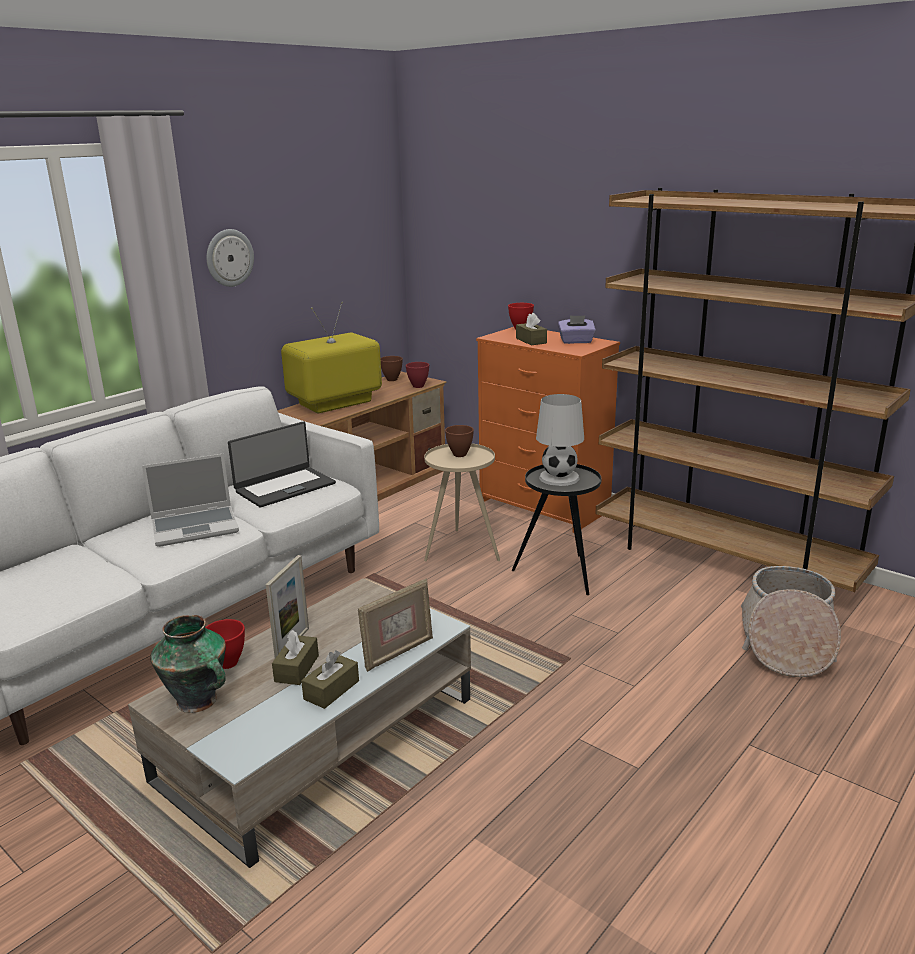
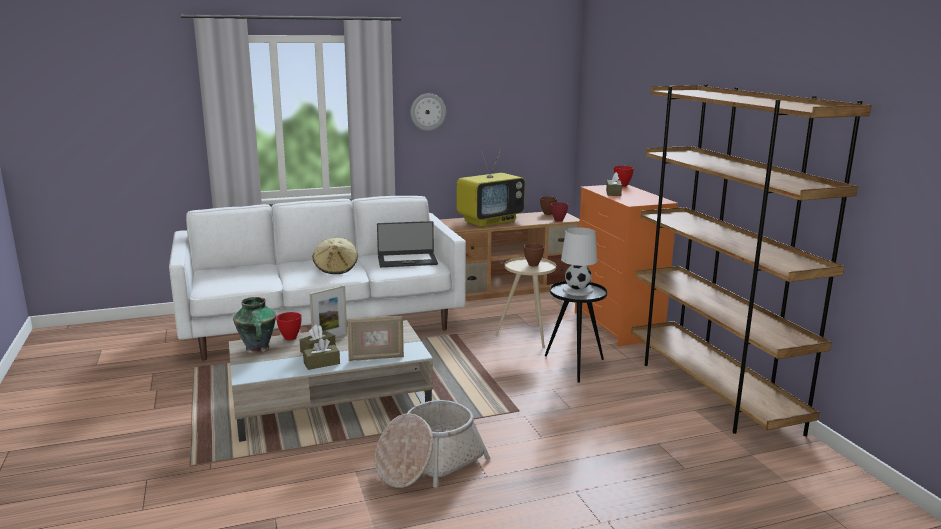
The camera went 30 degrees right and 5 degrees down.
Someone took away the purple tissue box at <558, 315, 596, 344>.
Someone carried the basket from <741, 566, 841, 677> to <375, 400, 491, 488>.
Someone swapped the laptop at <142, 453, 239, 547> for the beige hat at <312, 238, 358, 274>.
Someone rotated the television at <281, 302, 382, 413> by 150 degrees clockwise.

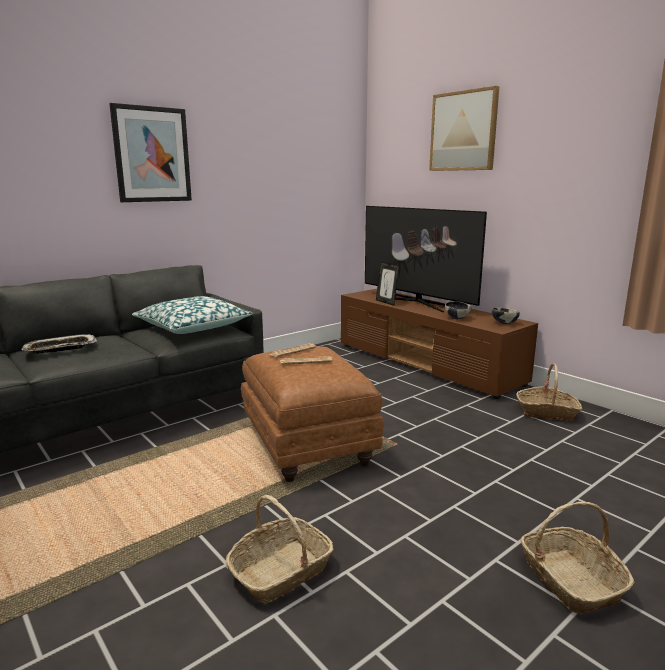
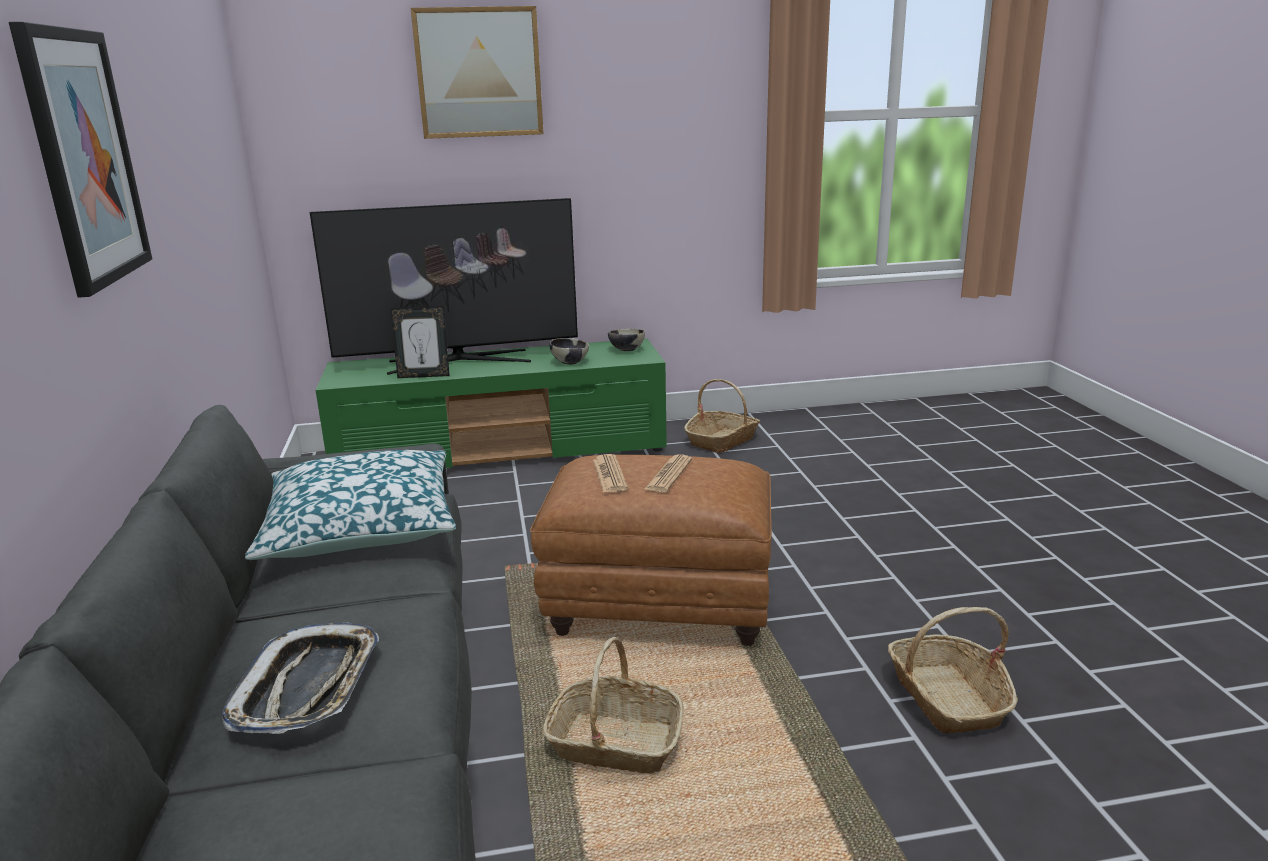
The camera went 60 degrees left and 5 degrees up.
Someone carried the basket from <520, 502, 635, 614> to <543, 637, 684, 774>.
Someone repainted the brown tv stand at <341, 289, 538, 399>, which became the green tv stand at <316, 339, 667, 468>.

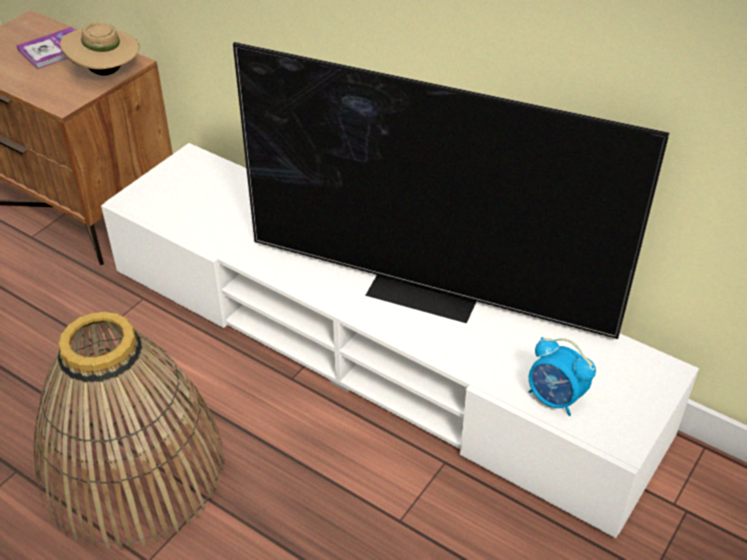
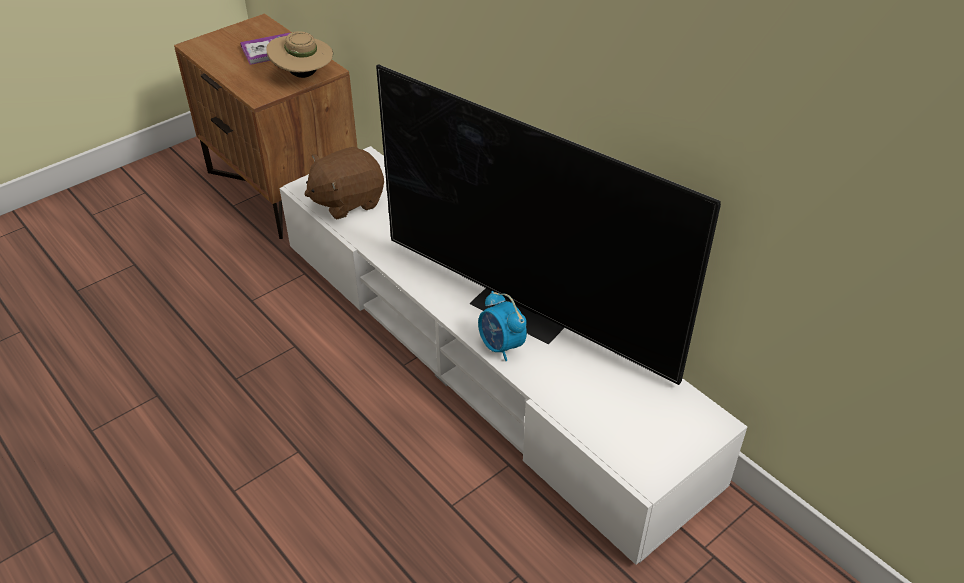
The camera went 15 degrees right and 0 degrees up.
Someone took away the basket at <34, 312, 225, 550>.
Someone put down the brown plush toy at <304, 147, 384, 219>.
Someone carried the alarm clock from <528, 337, 596, 416> to <478, 291, 527, 361>.

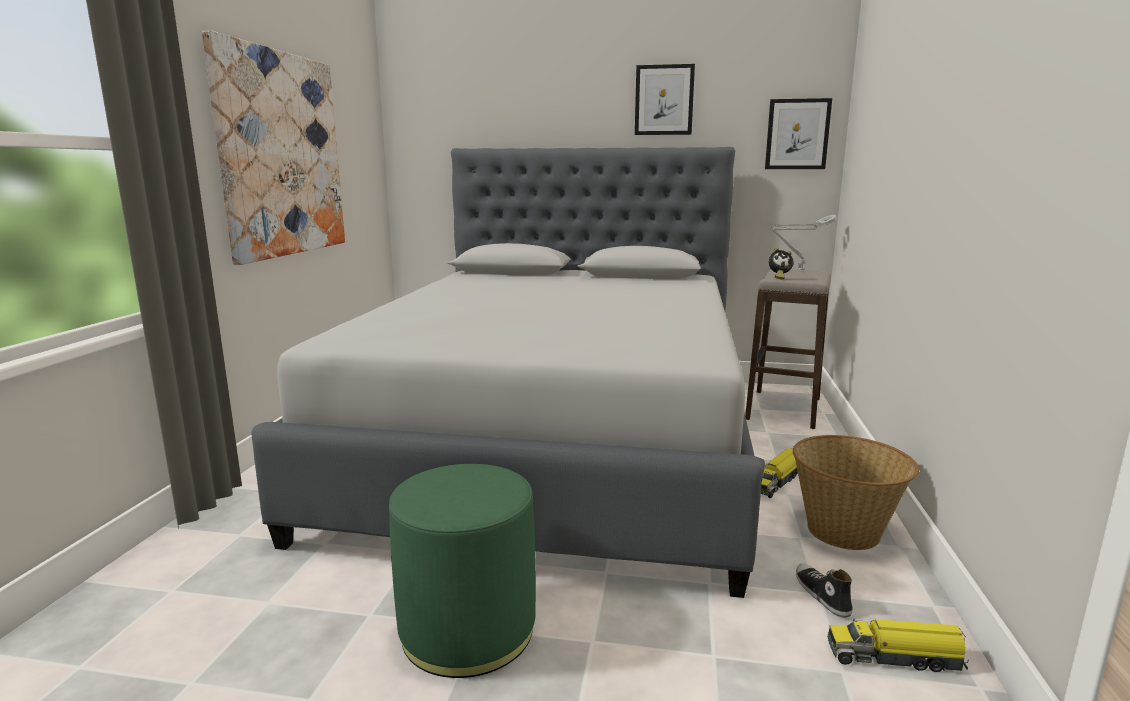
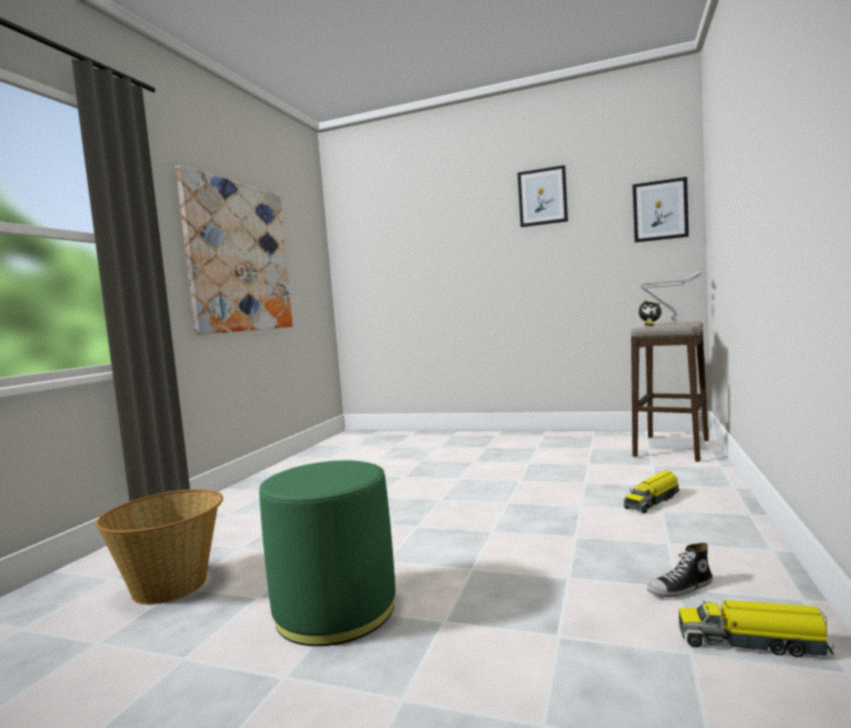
The camera went 10 degrees right and 10 degrees down.
Someone took away the grey bed at <251, 147, 765, 598>.
Someone carried the basket from <793, 435, 919, 550> to <95, 489, 223, 605>.
Someone rotated the shoe at <796, 563, 853, 618> by 105 degrees counterclockwise.

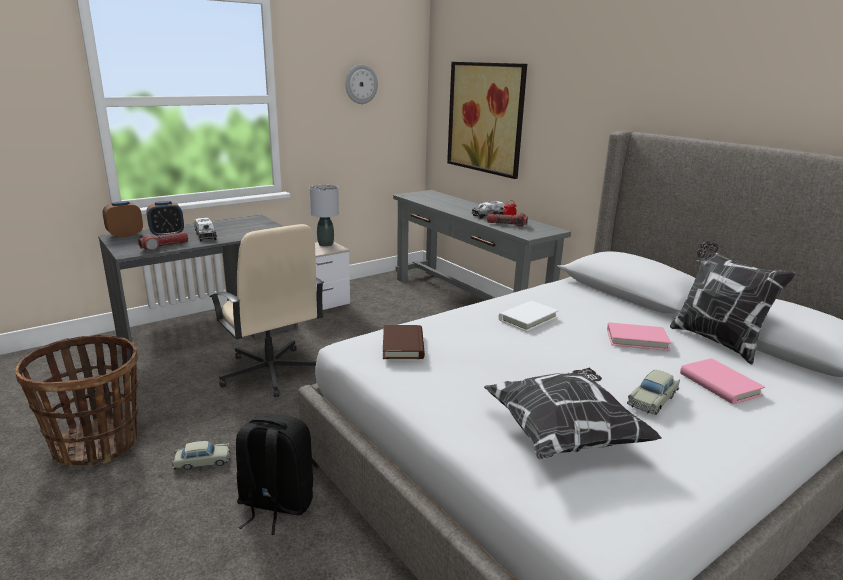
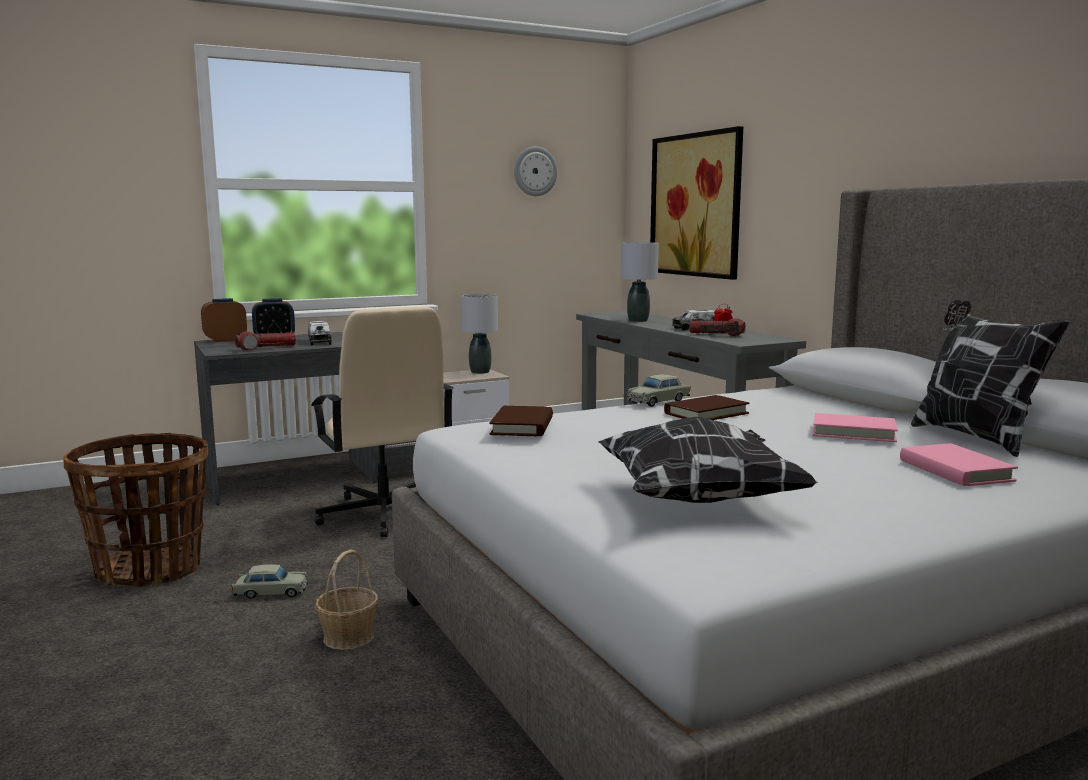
The camera went 10 degrees right and 10 degrees down.
Someone put down the grey table lamp at <620, 242, 659, 322>.
Someone carried the beige toy car from <627, 370, 680, 415> to <626, 374, 691, 407>.
Someone swapped the black backpack at <236, 413, 314, 535> for the basket at <315, 549, 378, 650>.
Someone repainted the white book at <498, 301, 558, 332>, which became the brown book at <664, 395, 750, 420>.

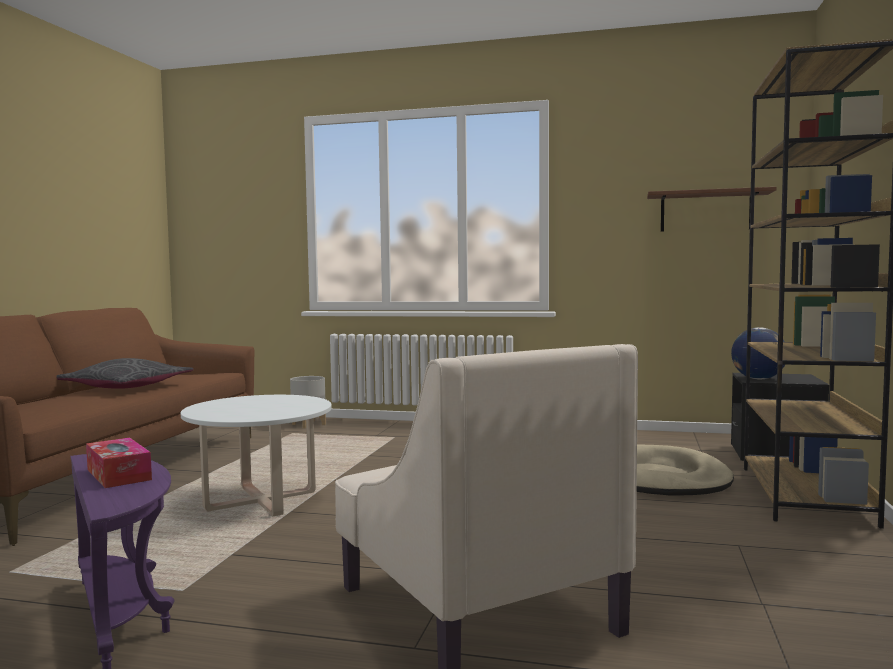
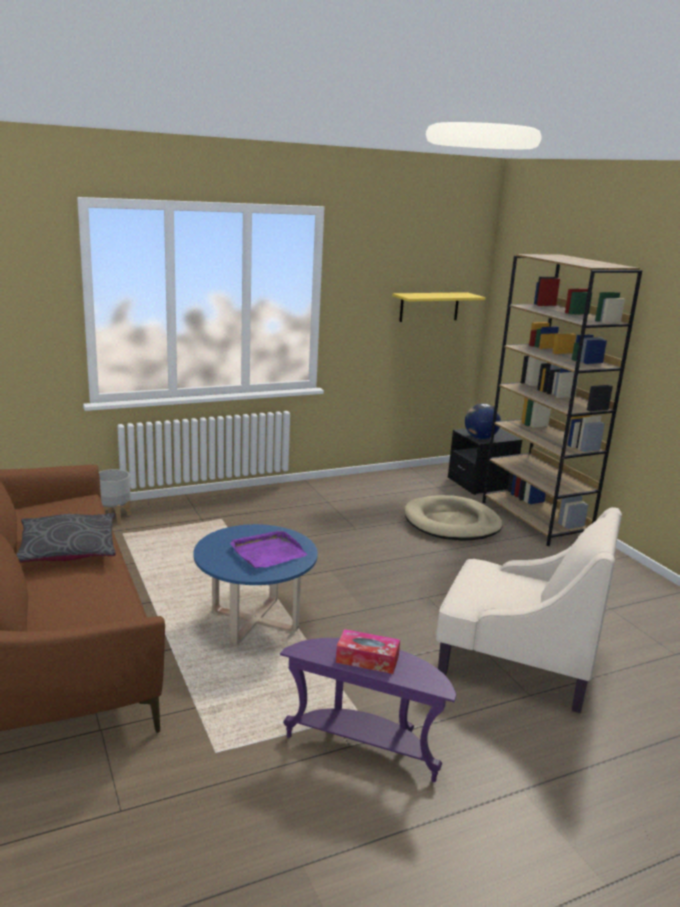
The camera went 40 degrees left and 15 degrees up.
Someone put down the purple tray at <230, 530, 308, 569>.
Someone repainted the white coffee table at <181, 395, 332, 516>, which became the blue coffee table at <193, 524, 318, 645>.
Someone repainted the brown shelf at <647, 187, 777, 232>, which became the yellow shelf at <392, 292, 486, 322>.

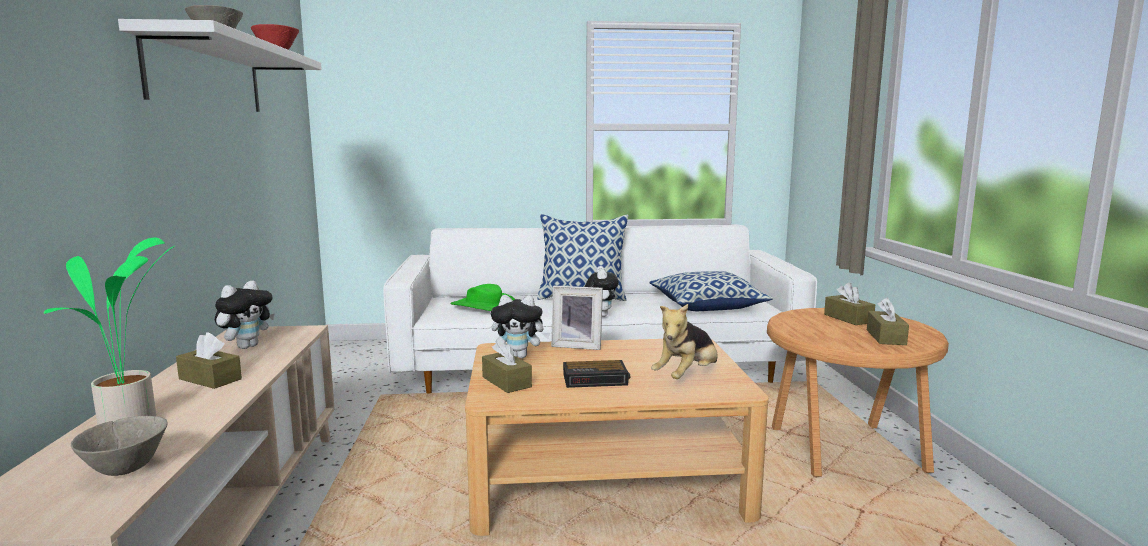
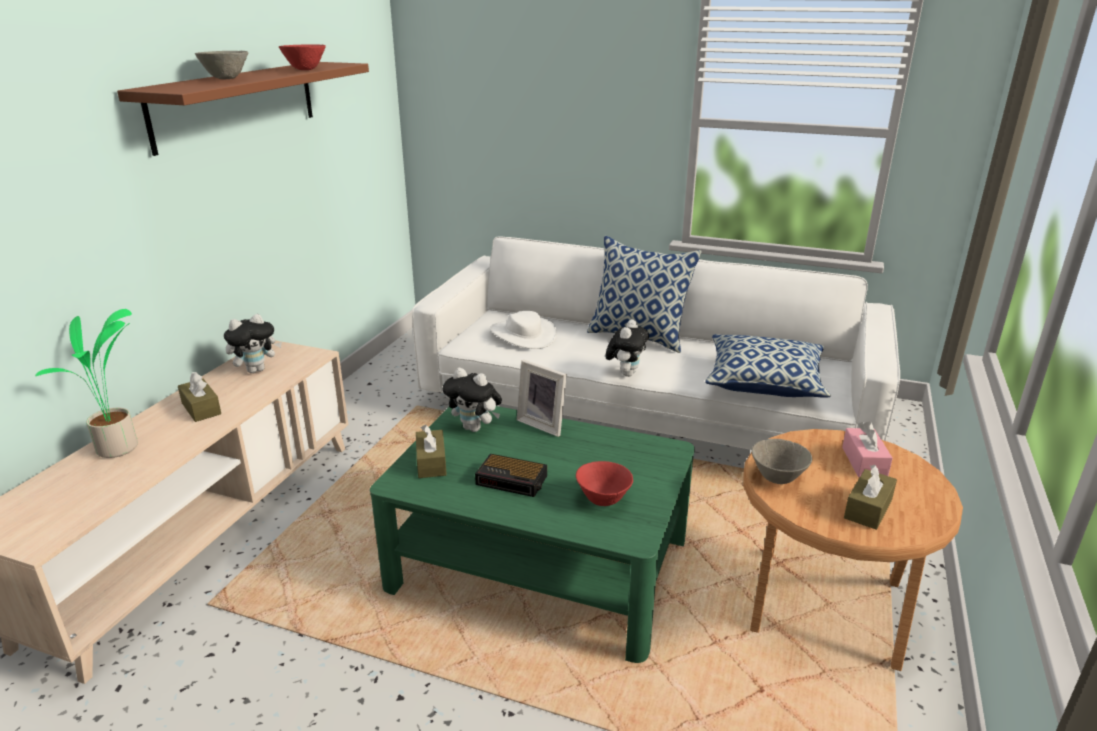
The camera went 25 degrees right and 15 degrees up.
Someone carried the grey bowl from <71, 416, 168, 476> to <751, 439, 812, 484>.
Someone swapped the plush toy at <651, 304, 718, 379> for the red bowl at <576, 461, 633, 506>.
Someone repainted the white shelf at <118, 19, 322, 112>, which became the brown shelf at <117, 62, 369, 156>.
Someone repainted the green hat at <450, 284, 515, 311>, which became the white hat at <490, 311, 557, 349>.
Someone repainted the beige coffee table at <465, 339, 769, 536>, which became the green coffee table at <370, 406, 695, 663>.
Someone repainted the brown tissue box at <824, 283, 875, 325>, which became the pink tissue box at <842, 421, 893, 477>.

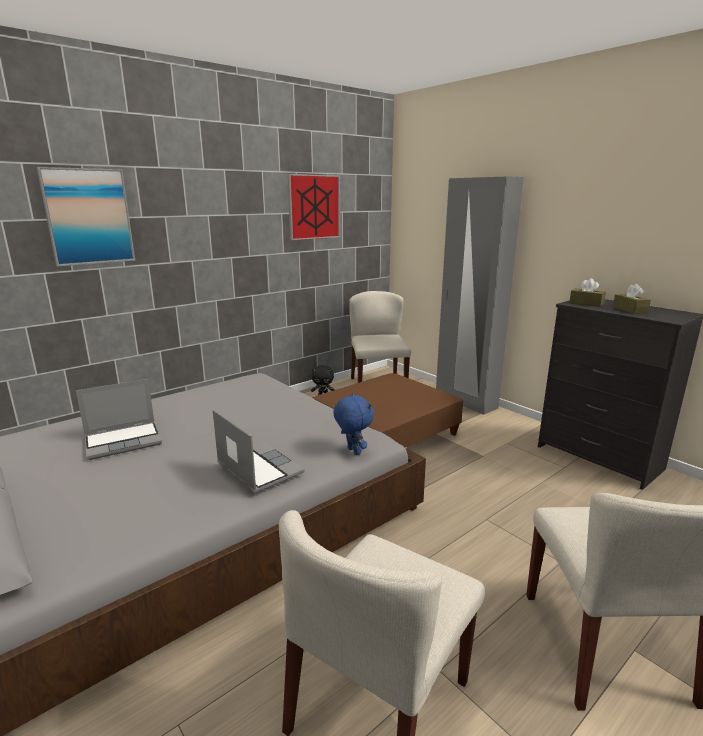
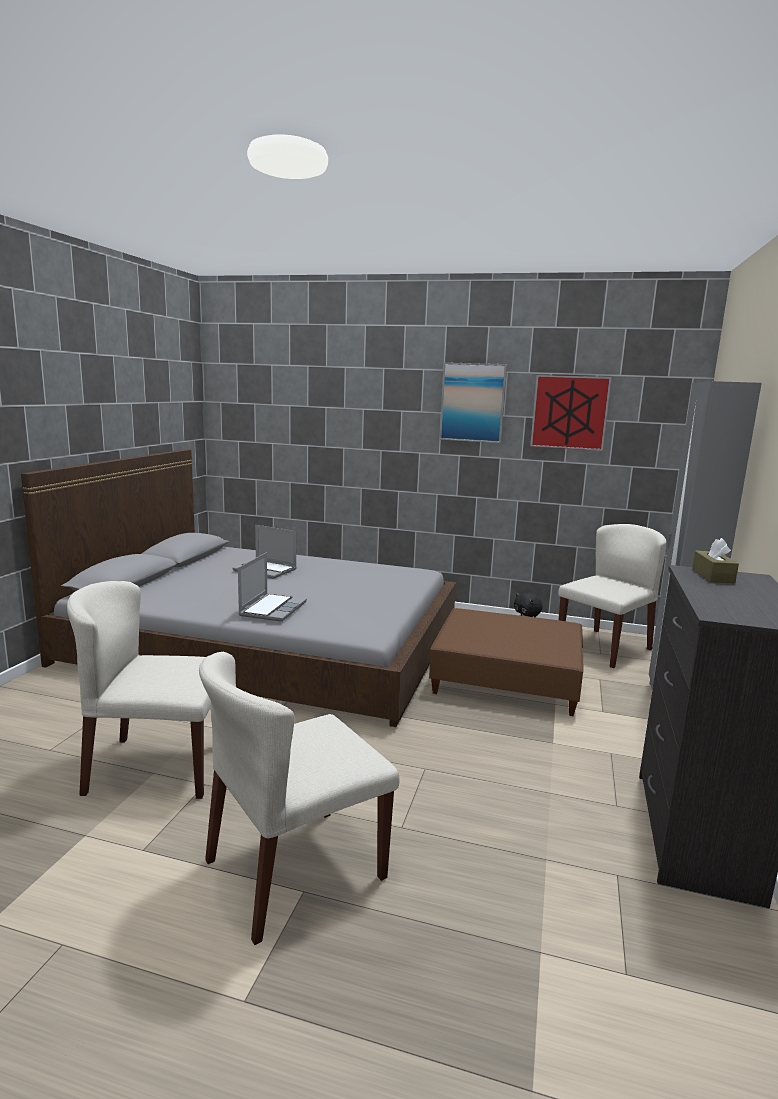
The camera went 55 degrees right and 5 degrees down.
Someone took away the blue plush toy at <333, 393, 374, 455>.
Someone took away the brown tissue box at <613, 284, 651, 314>.
Someone carried the picture from <37, 167, 135, 267> to <439, 362, 507, 443>.

